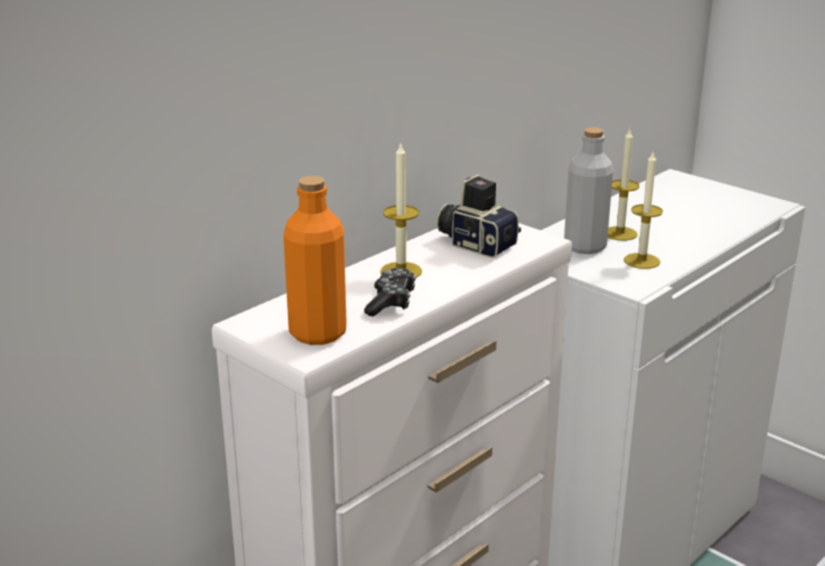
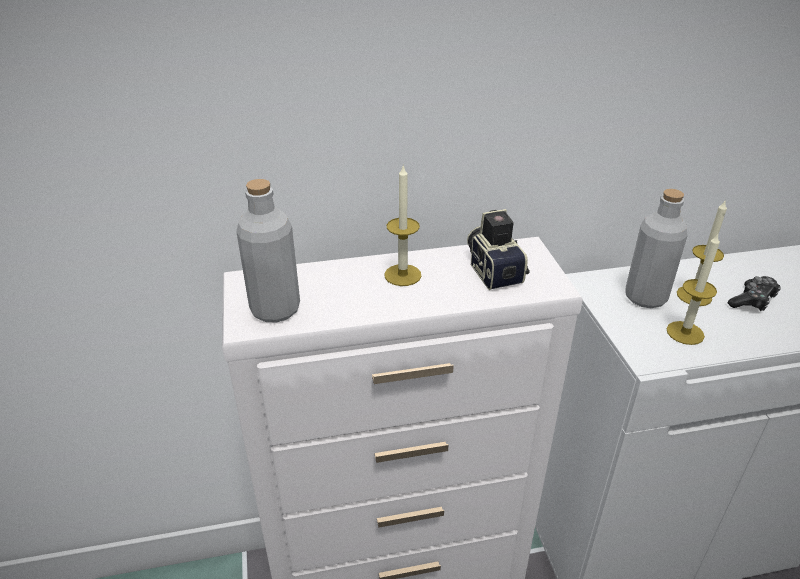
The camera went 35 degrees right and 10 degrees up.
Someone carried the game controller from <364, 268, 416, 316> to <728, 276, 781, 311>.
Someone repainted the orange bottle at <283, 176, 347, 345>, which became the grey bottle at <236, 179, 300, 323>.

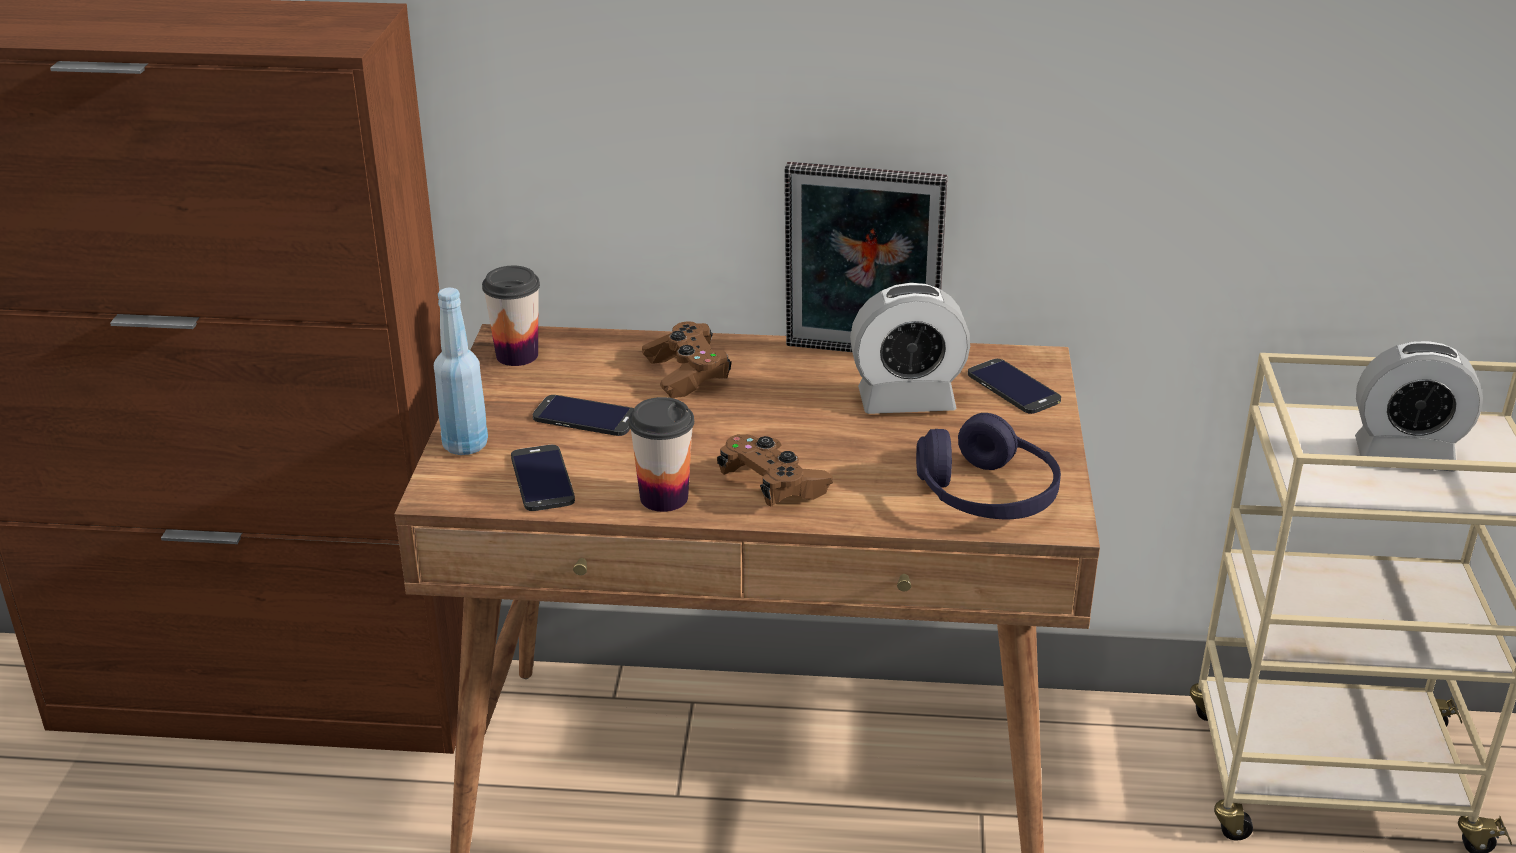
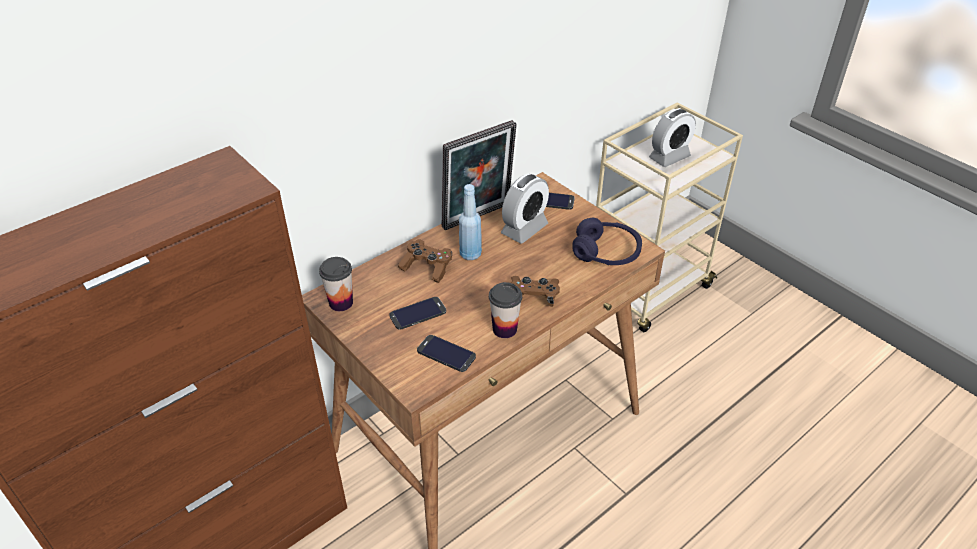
The camera went 45 degrees left and 10 degrees up.
Someone carried the blue bottle from <434, 288, 488, 455> to <459, 184, 482, 260>.

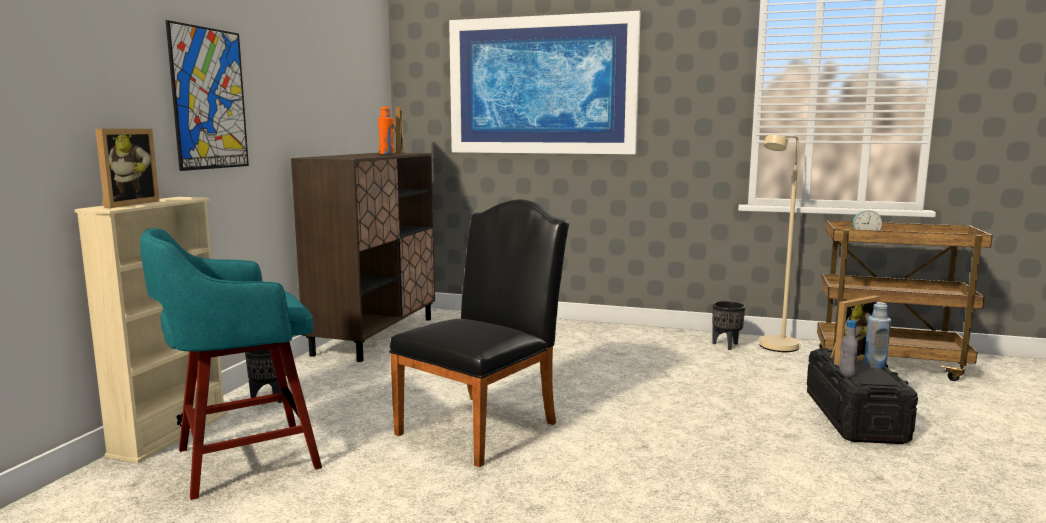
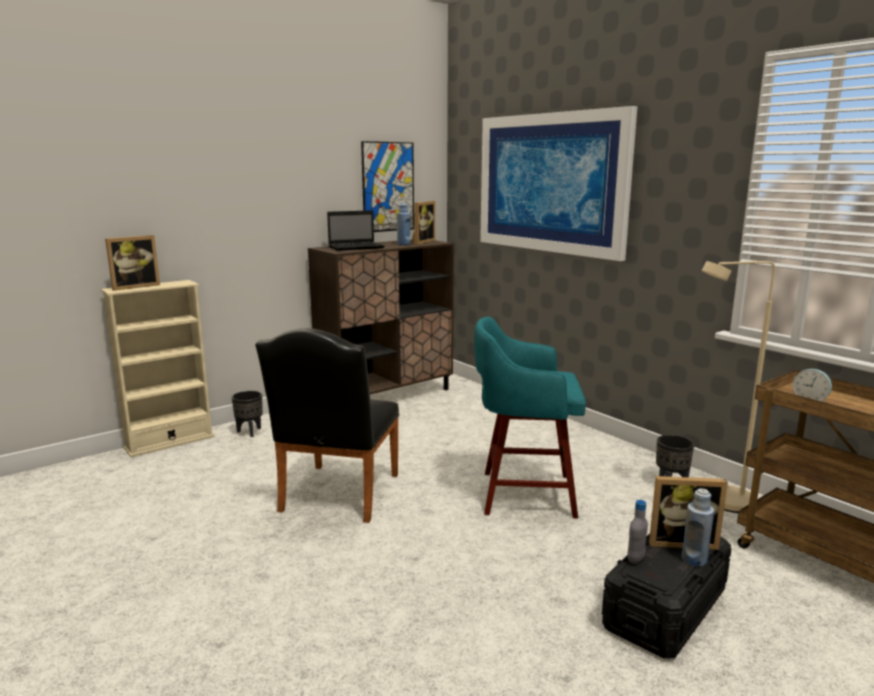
The camera went 35 degrees right and 5 degrees up.
Someone put down the laptop at <327, 210, 384, 251>.
Someone carried the turquoise stool from <140, 228, 322, 500> to <474, 317, 586, 519>.
Someone carried the picture from <166, 20, 249, 171> to <361, 141, 414, 232>.
Someone repainted the orange bottle at <378, 107, 394, 155>, which became the blue bottle at <397, 203, 410, 245>.
Someone rotated the black chair at <389, 199, 569, 468> by 120 degrees clockwise.

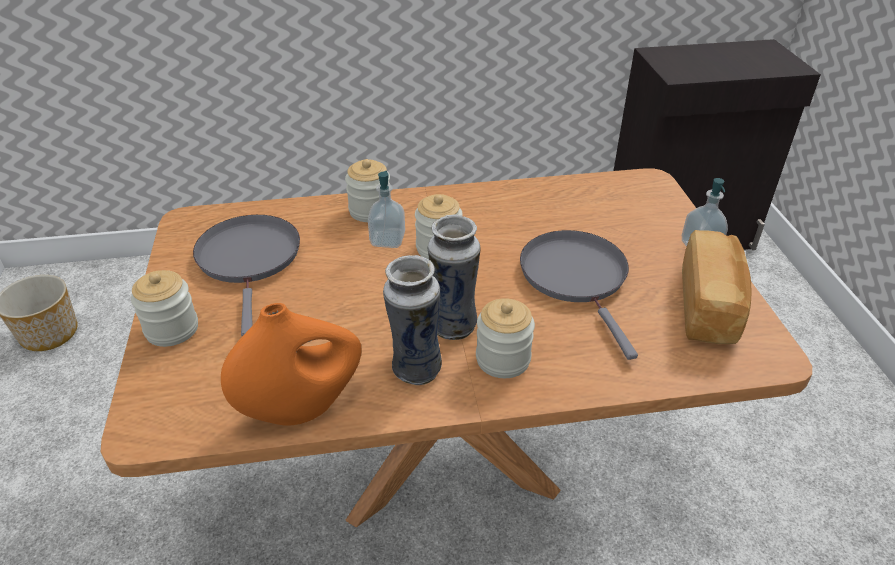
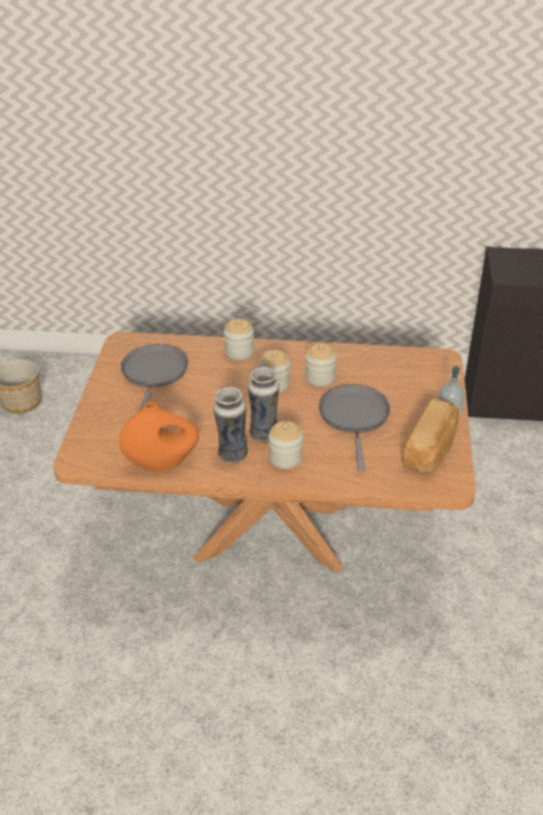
The camera went 15 degrees right and 0 degrees up.
Someone took away the soap dispenser at <368, 171, 405, 248>.
Someone carried the jar from <131, 270, 198, 347> to <305, 343, 337, 387>.

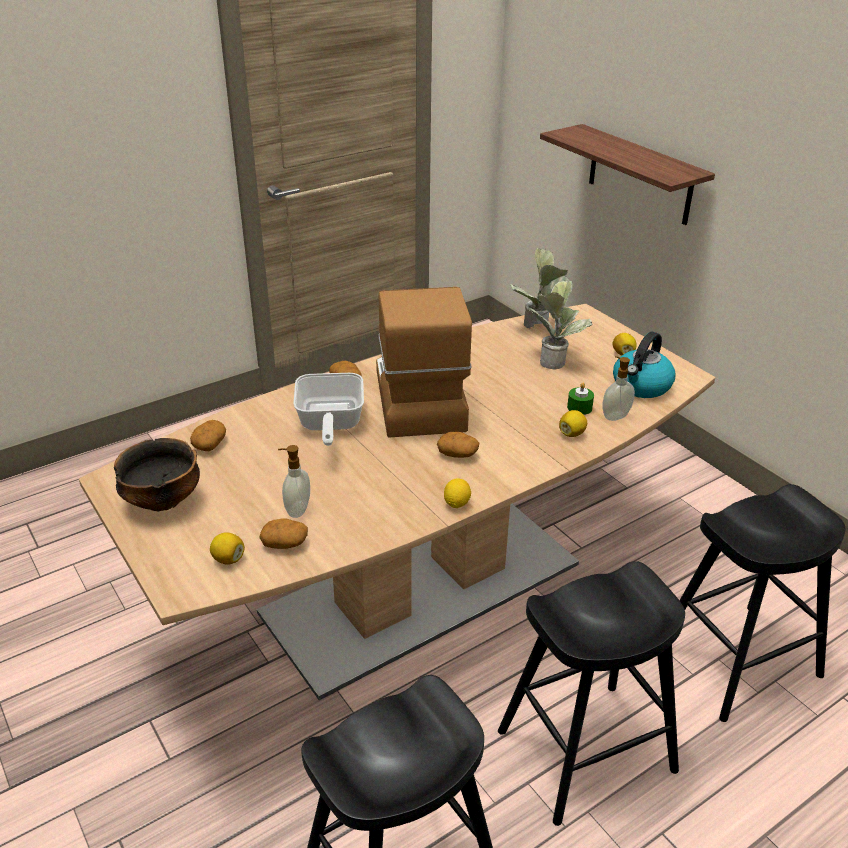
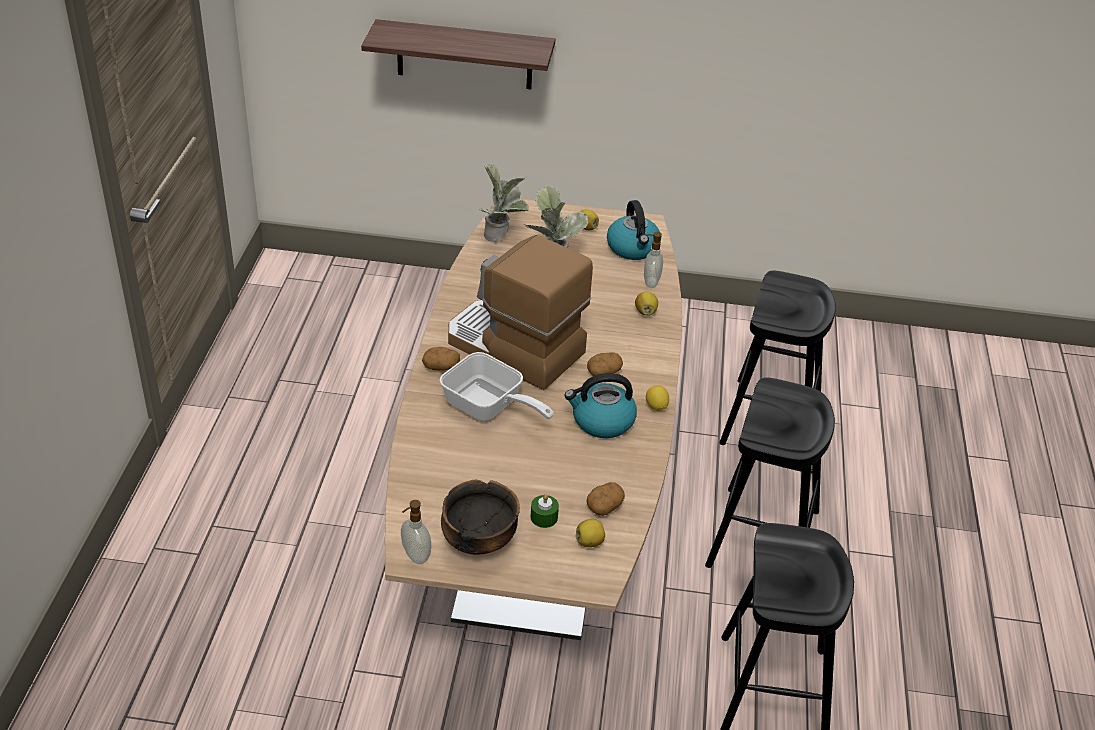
The camera went 50 degrees left and 5 degrees up.
Someone took away the potato at <190, 420, 226, 451>.
Someone put down the kettle at <565, 373, 637, 438>.
Someone carried the soap dispenser from <278, 445, 310, 518> to <401, 500, 431, 564>.
Someone carried the green candle from <567, 382, 594, 415> to <531, 494, 559, 528>.

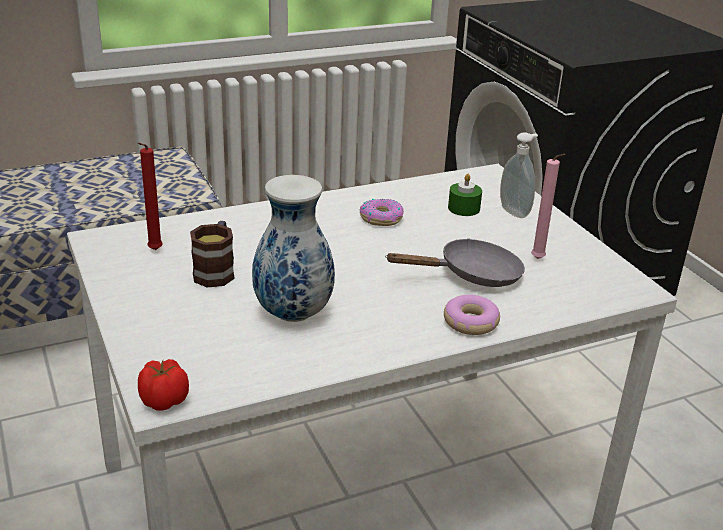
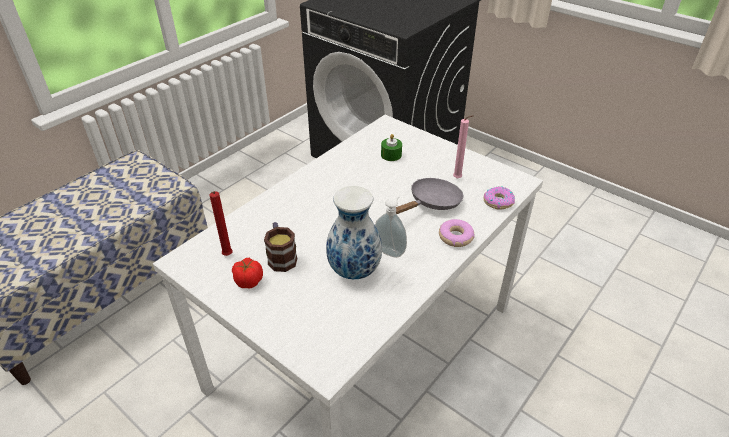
The camera went 25 degrees left and 10 degrees up.
Someone carried the tomato from <138, 359, 189, 411> to <232, 258, 263, 289>.
Someone carried the donut from <360, 199, 404, 226> to <483, 187, 515, 210>.
Someone carried the soap dispenser from <500, 132, 538, 218> to <375, 195, 407, 258>.

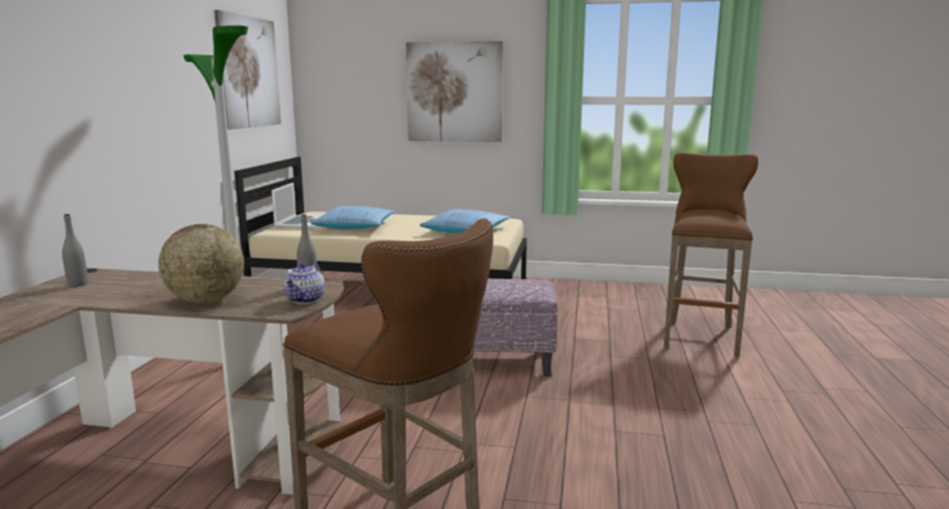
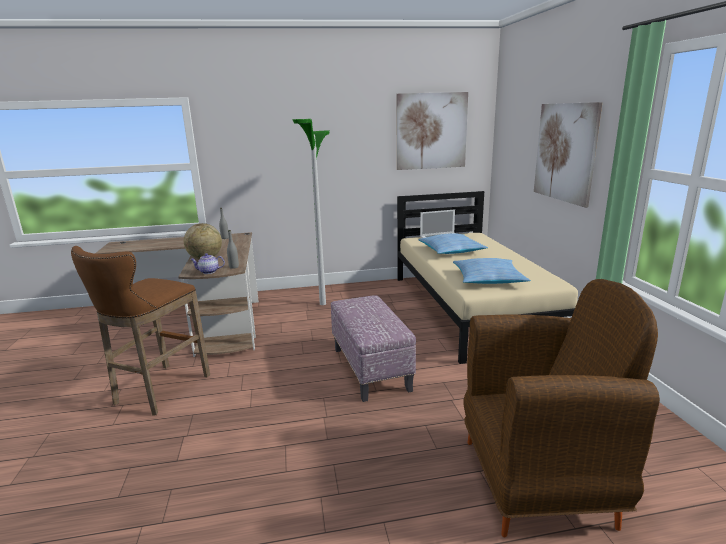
The camera went 70 degrees right and 5 degrees up.
Someone swapped the brown stool at <664, 153, 758, 357> for the brown armchair at <463, 279, 660, 537>.

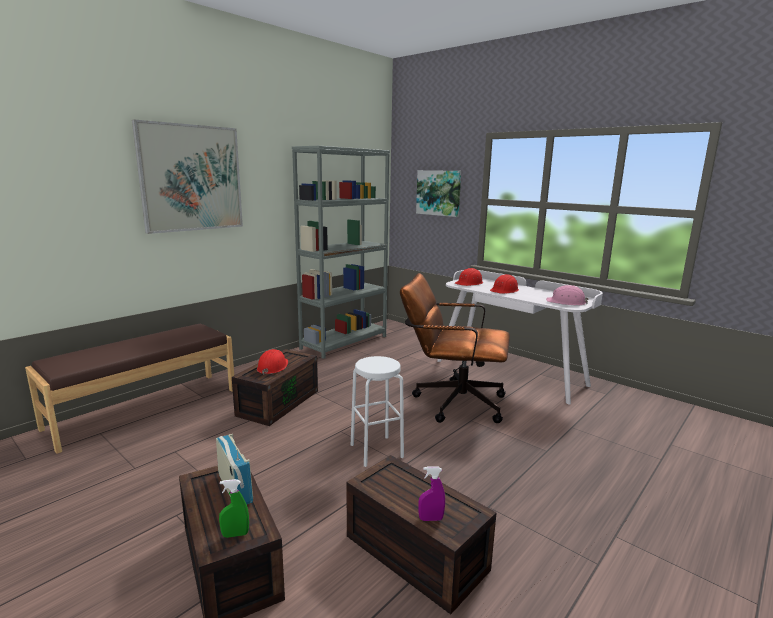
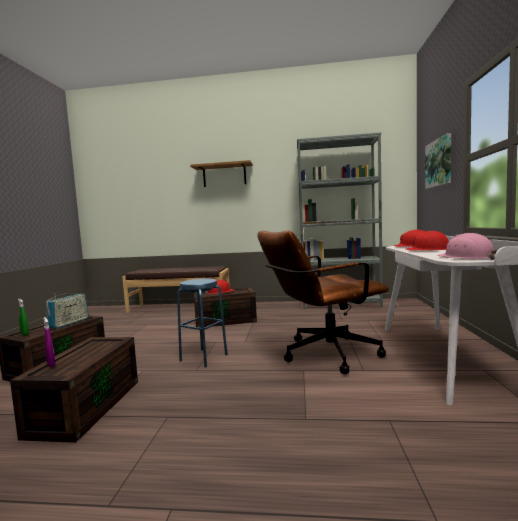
The camera went 55 degrees right and 10 degrees down.
Someone swapped the picture at <132, 119, 243, 234> for the shelf at <190, 160, 253, 187>.
Someone repainted the white stool at <351, 356, 404, 467>, which became the blue stool at <177, 279, 228, 367>.
Someone rotated the brown office chair at <400, 273, 510, 423> by 90 degrees counterclockwise.

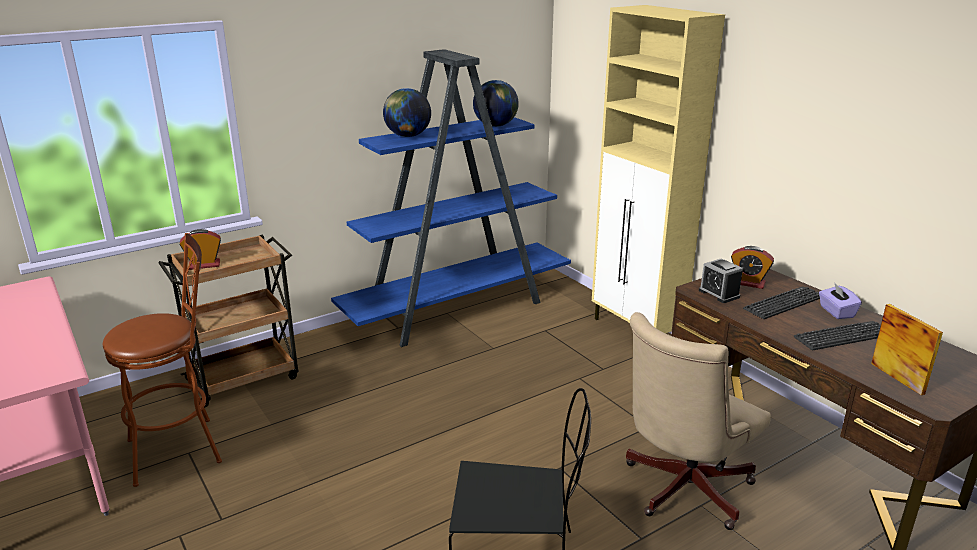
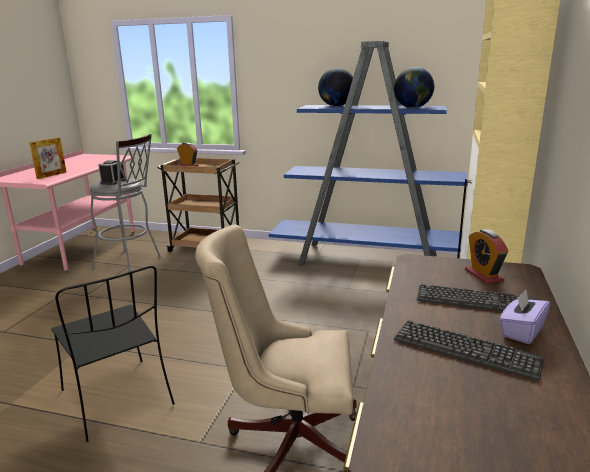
The camera went 50 degrees right and 5 degrees down.
Someone carried the alarm clock from <699, 258, 743, 303> to <98, 160, 126, 185>.
Someone carried the picture frame from <871, 304, 943, 395> to <29, 137, 67, 179>.
Someone repainted the brown stool at <103, 233, 222, 487>, which became the grey stool at <90, 134, 161, 275>.

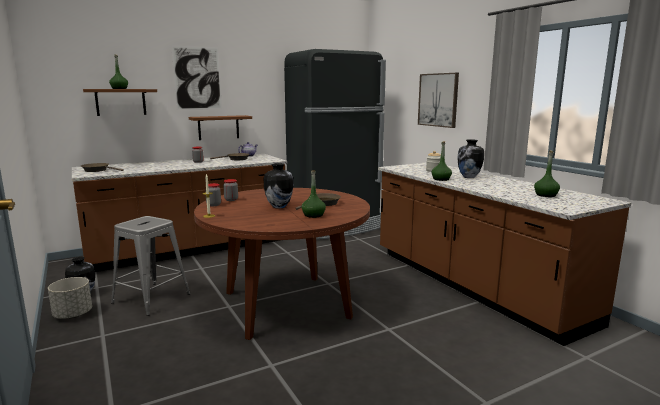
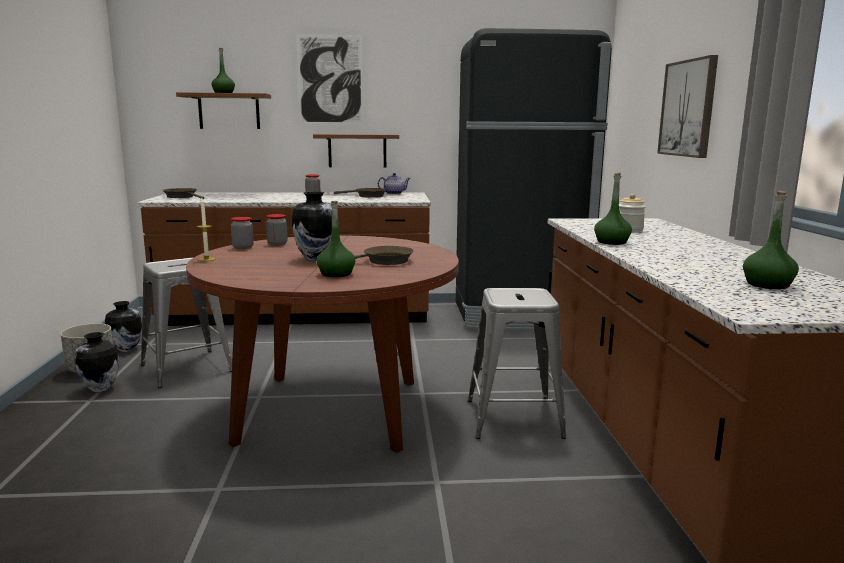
The camera went 25 degrees right and 0 degrees up.
Someone put down the grey stool at <468, 288, 567, 439>.
Someone carried the vase from <457, 139, 484, 178> to <74, 332, 119, 392>.

